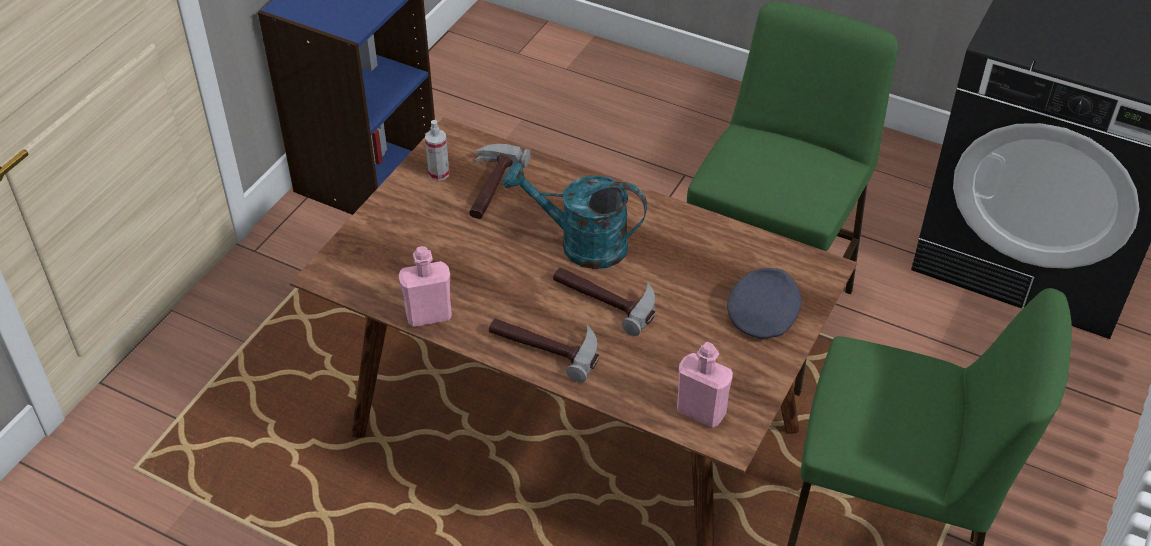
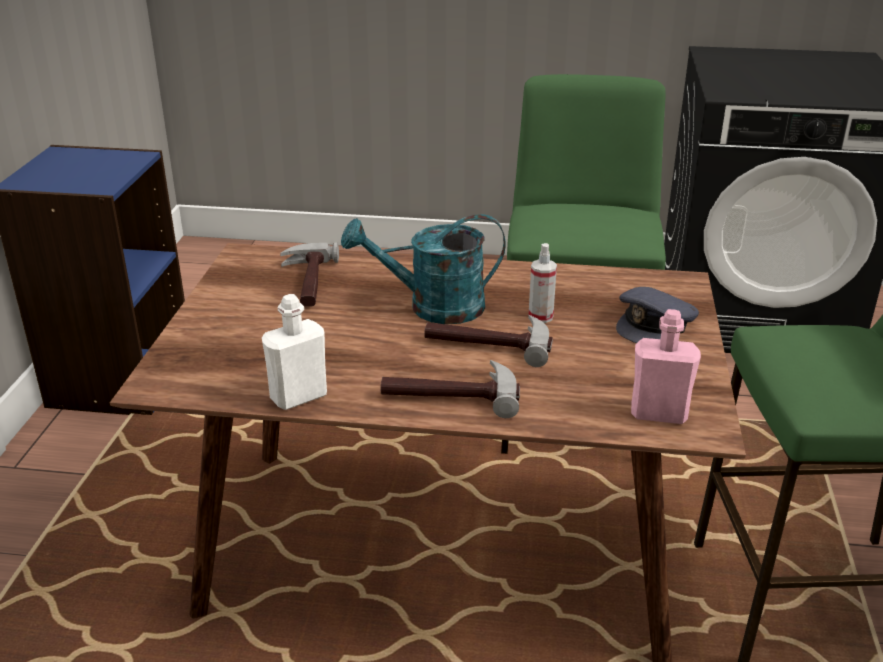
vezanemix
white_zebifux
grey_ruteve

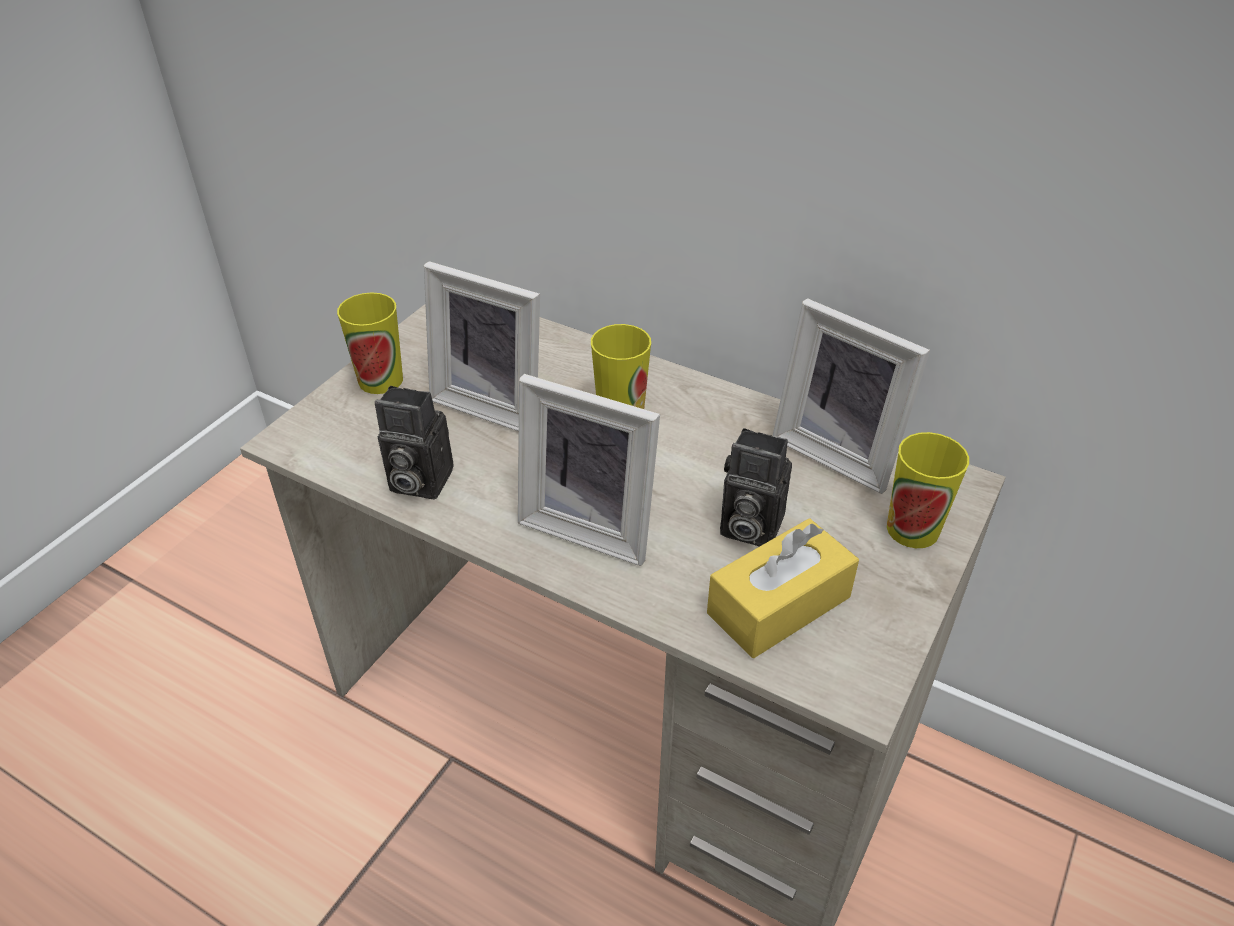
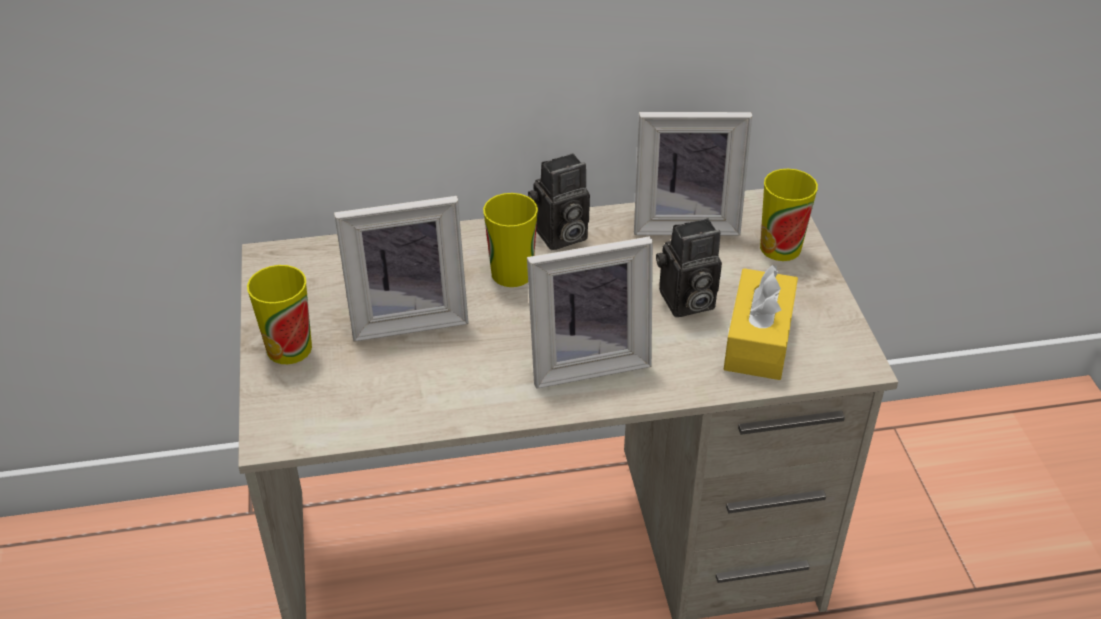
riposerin (no. 1 from left)

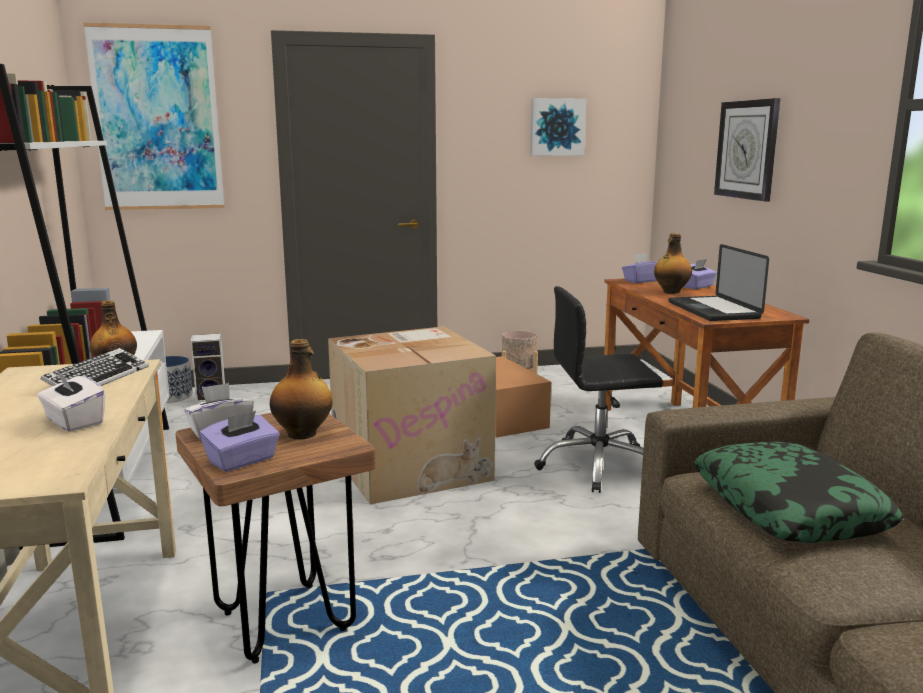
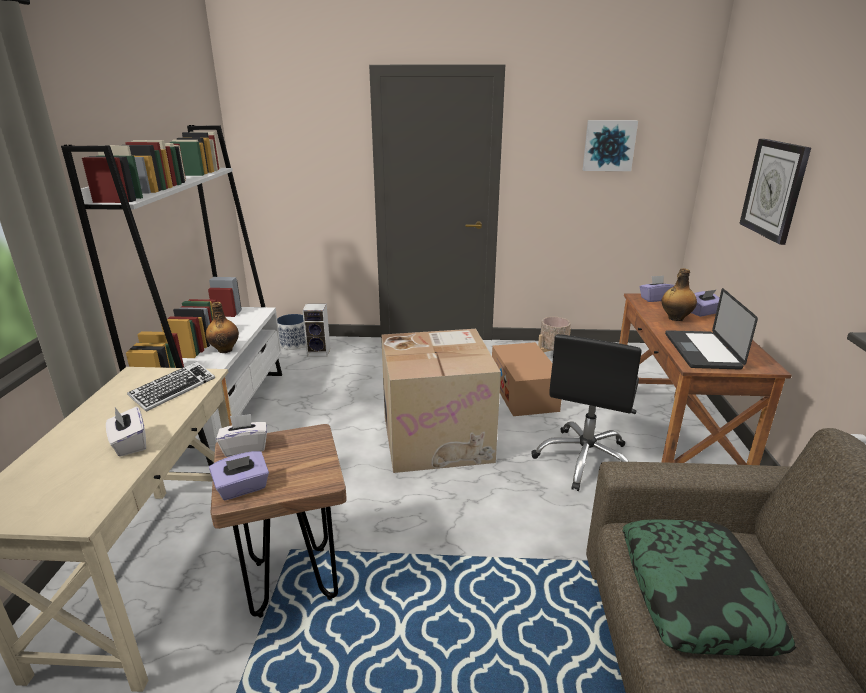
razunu (no. 1 from left in the first image)
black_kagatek
zebifux (no. 2 from left in the first image)

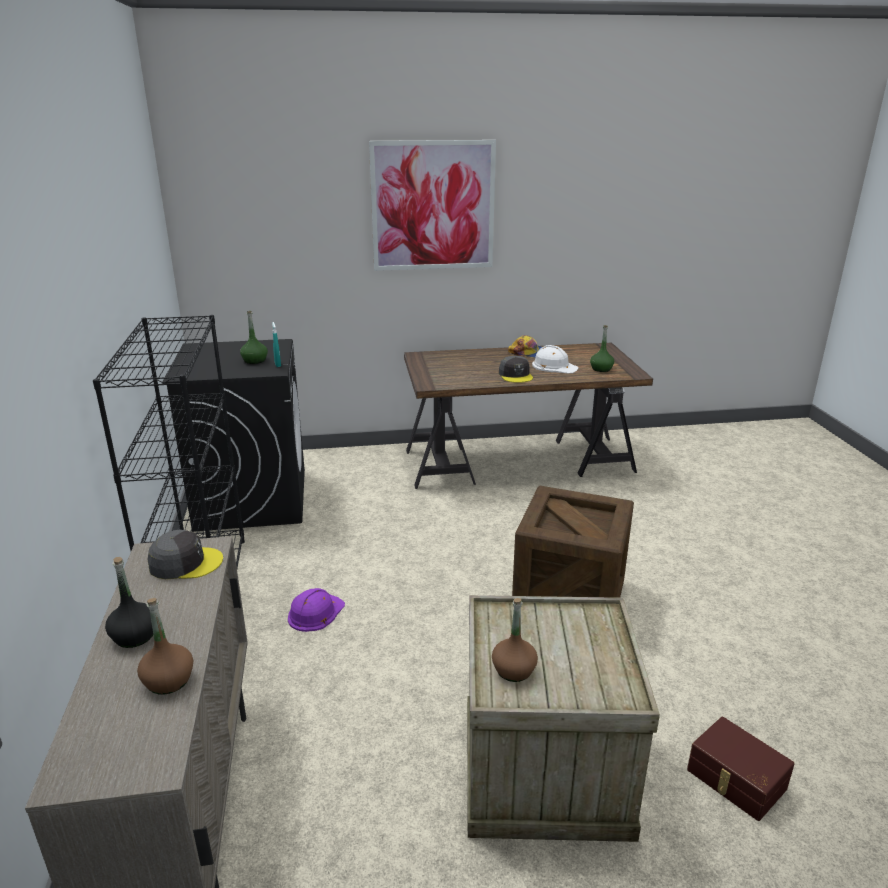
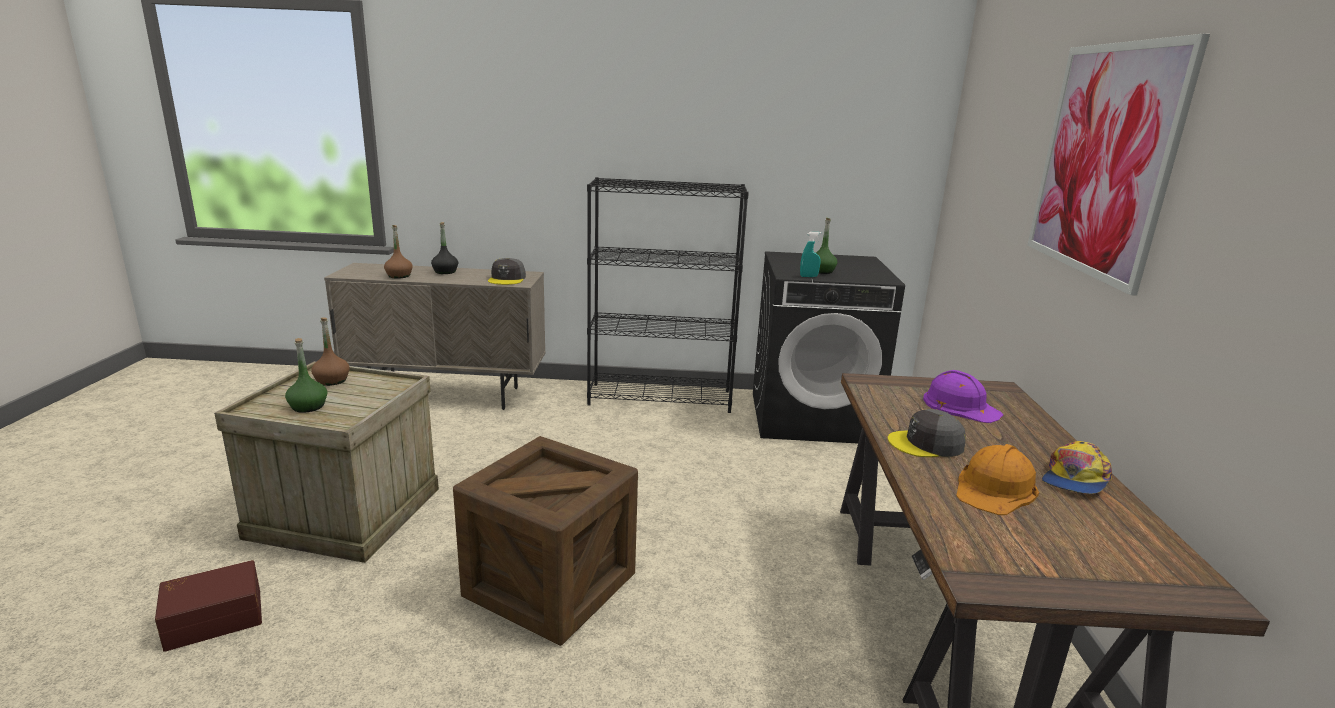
green_zebifux (no. 1 from left)
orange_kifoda
purple_kifoda

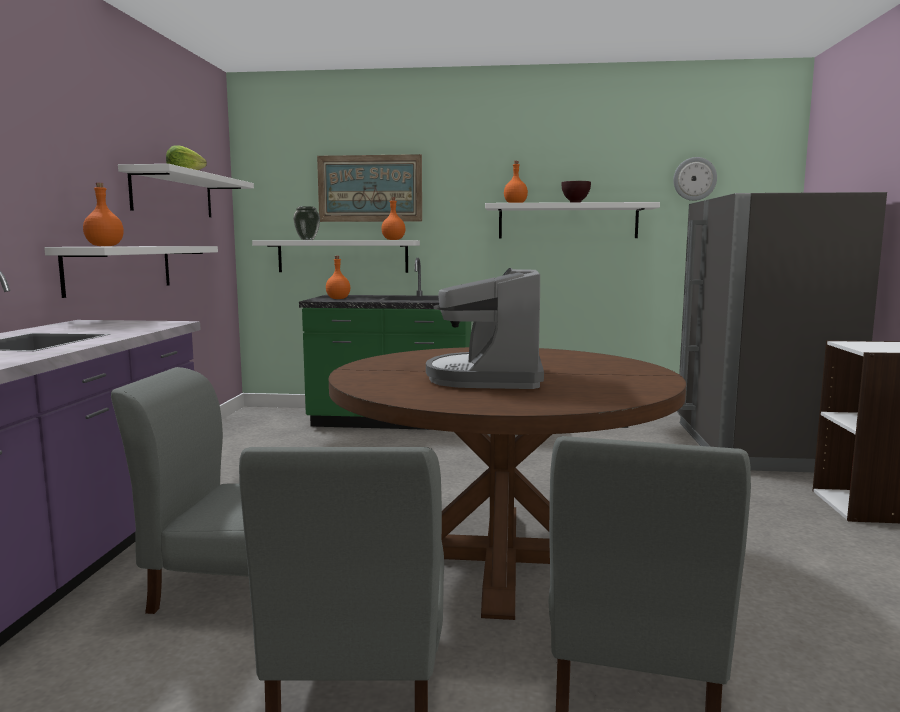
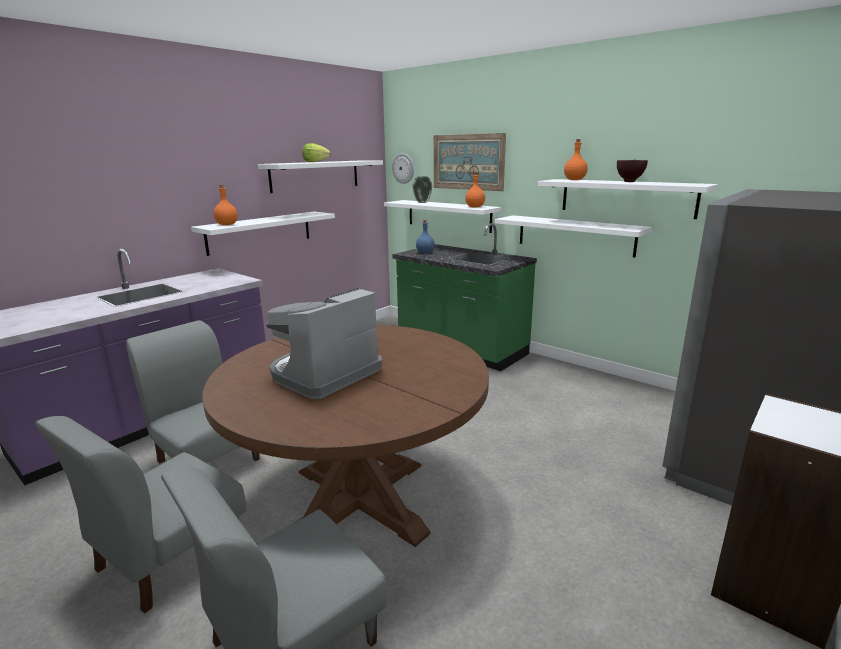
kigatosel
blue_zebifux
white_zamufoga (no. 4 from left)

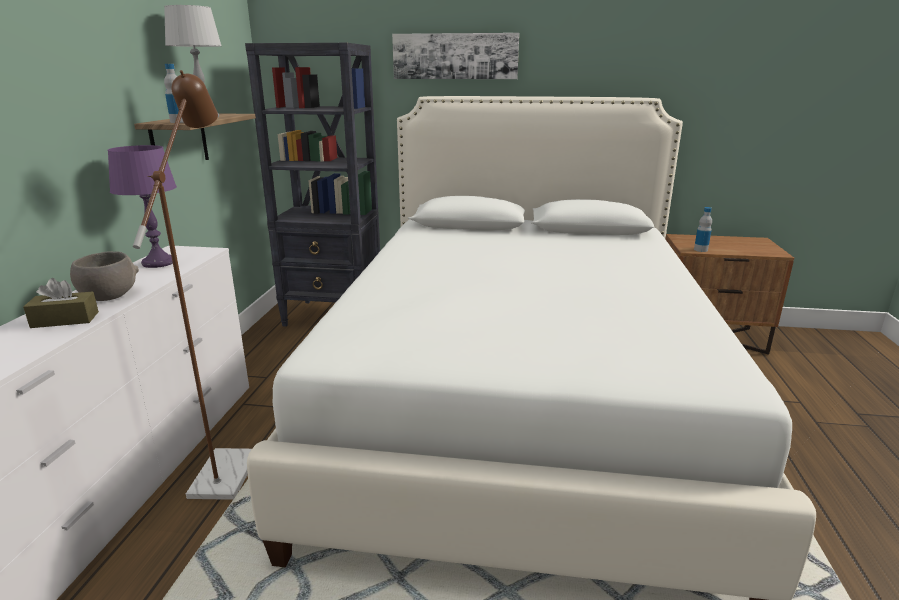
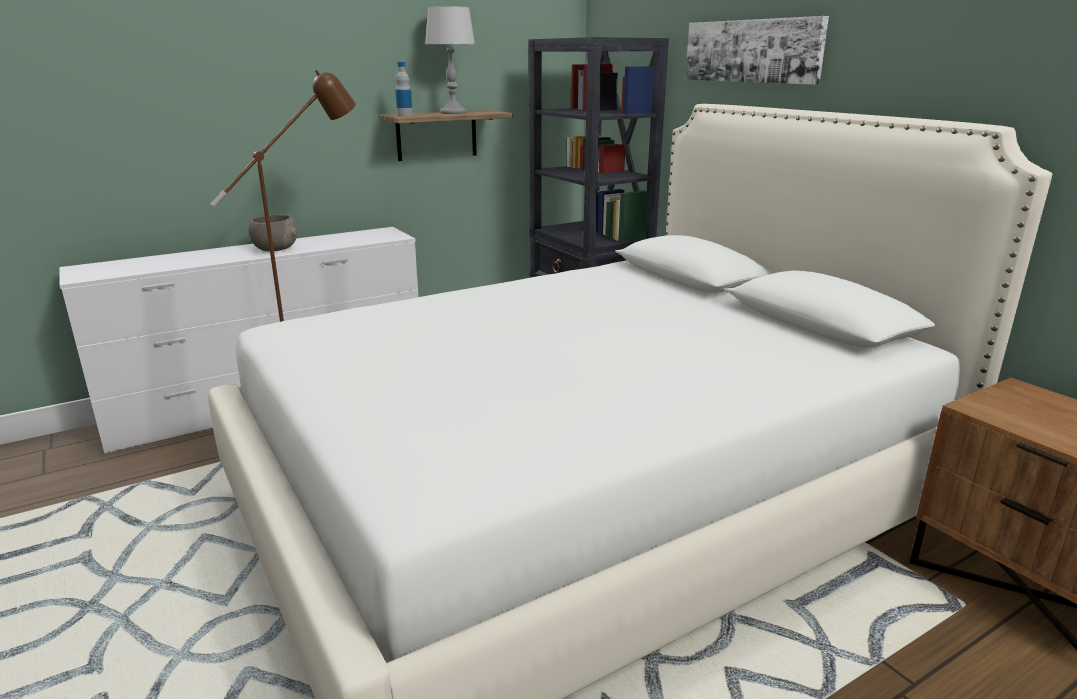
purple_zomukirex
zebifux (no. 2 from left in the first image)
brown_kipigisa

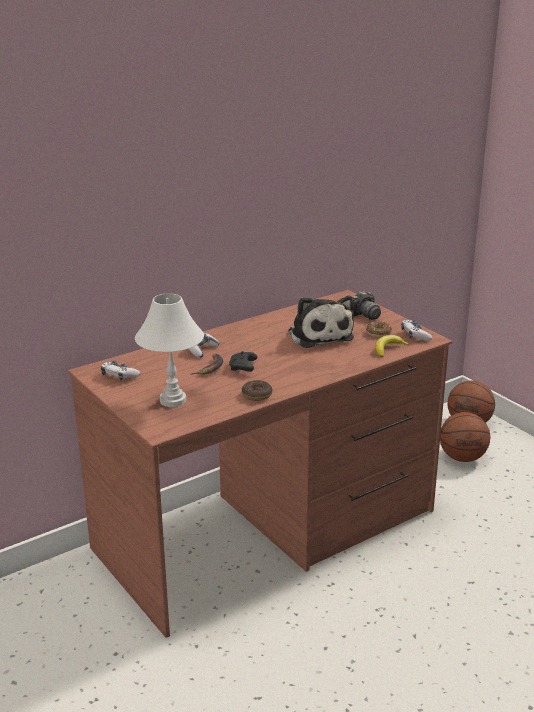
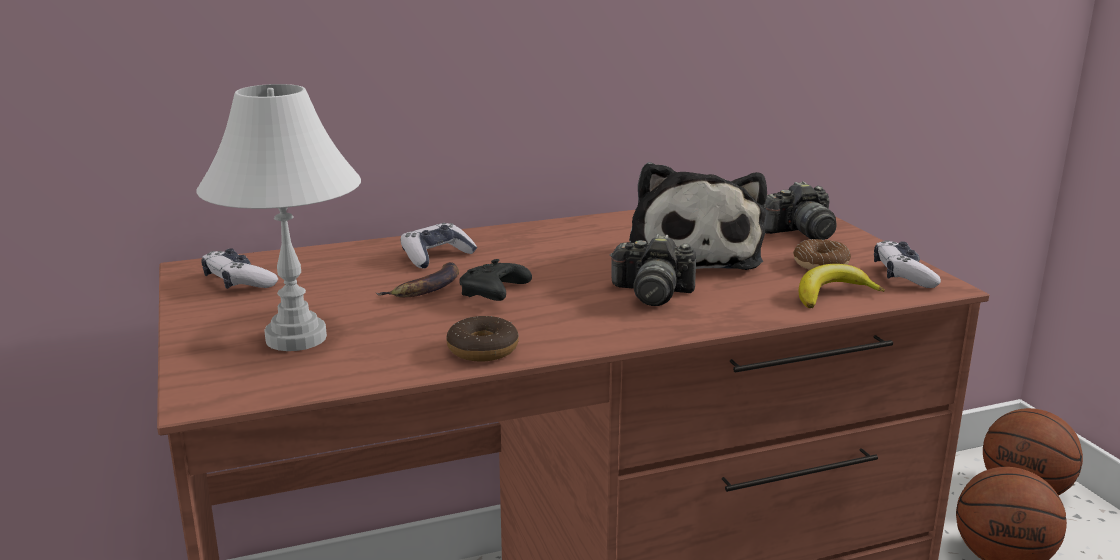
riposerin (no. 1 from left)

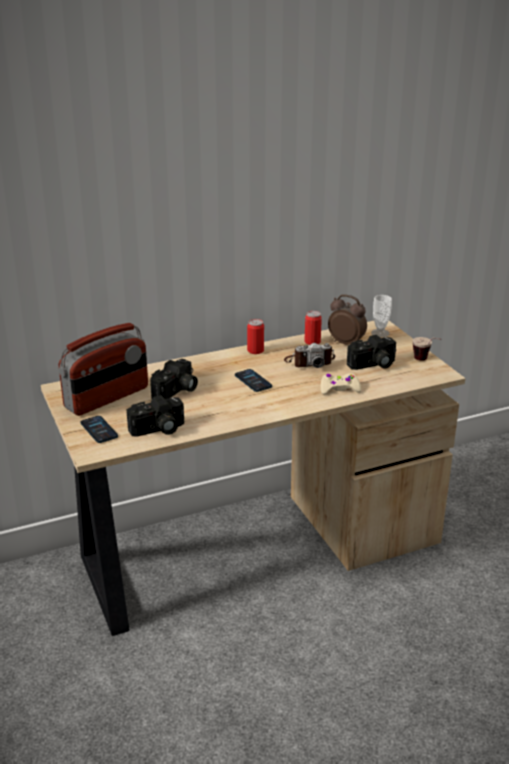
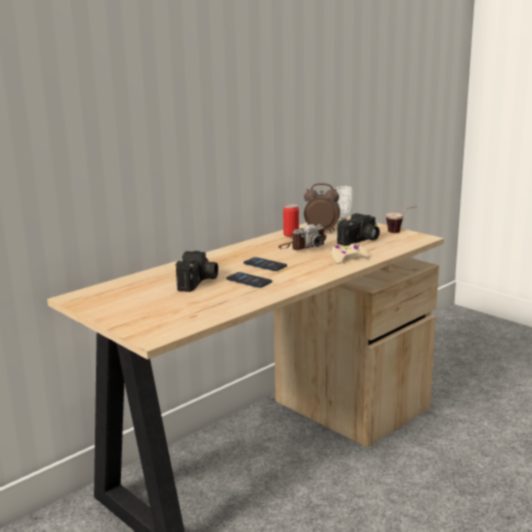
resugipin (no. 1 from left in the first image)
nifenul
riposerin (no. 1 from left in the first image)
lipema (no. 1 from left)

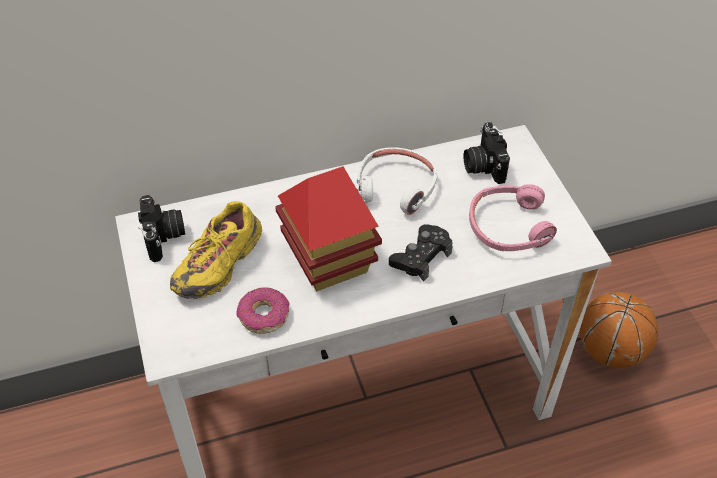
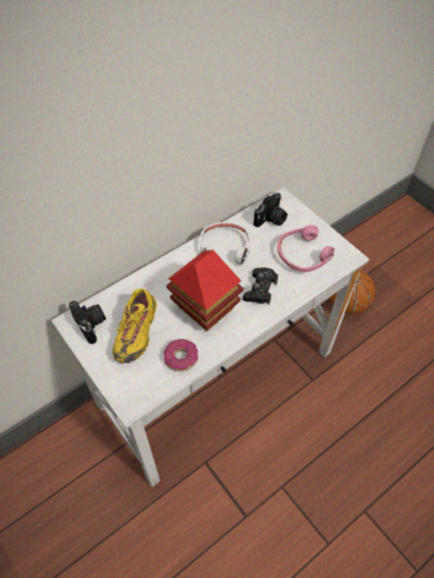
riposerin (no. 2 from left)

